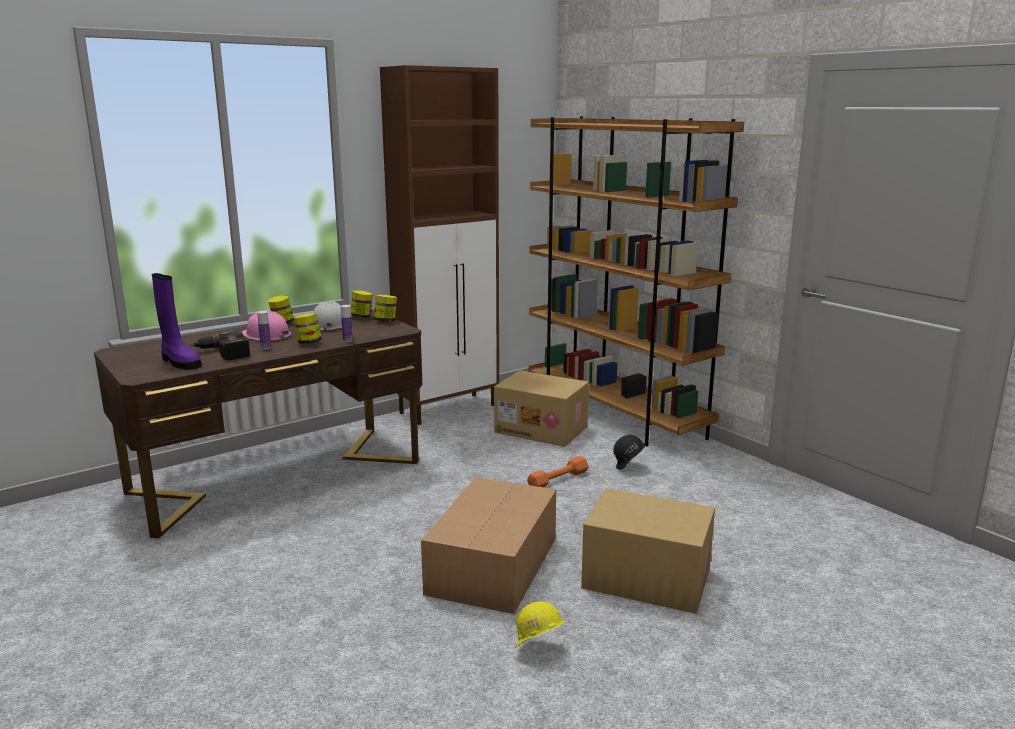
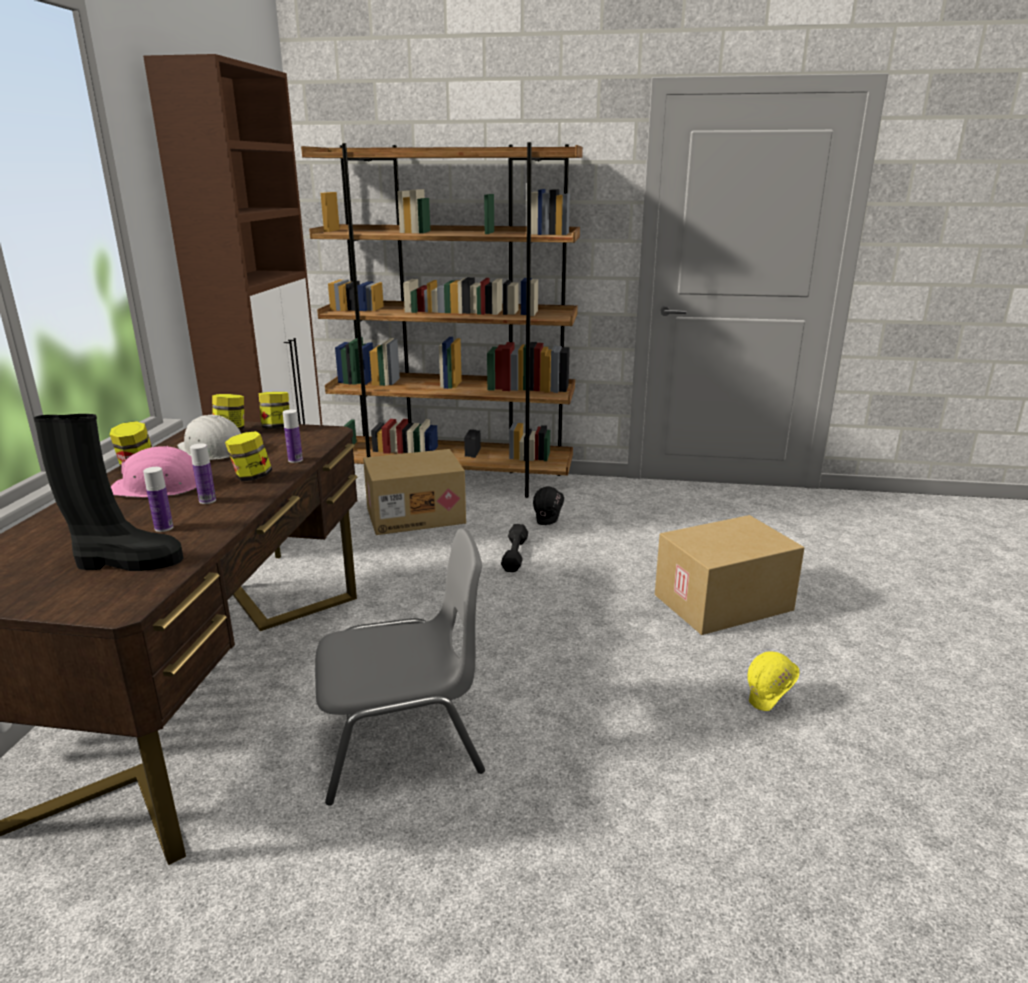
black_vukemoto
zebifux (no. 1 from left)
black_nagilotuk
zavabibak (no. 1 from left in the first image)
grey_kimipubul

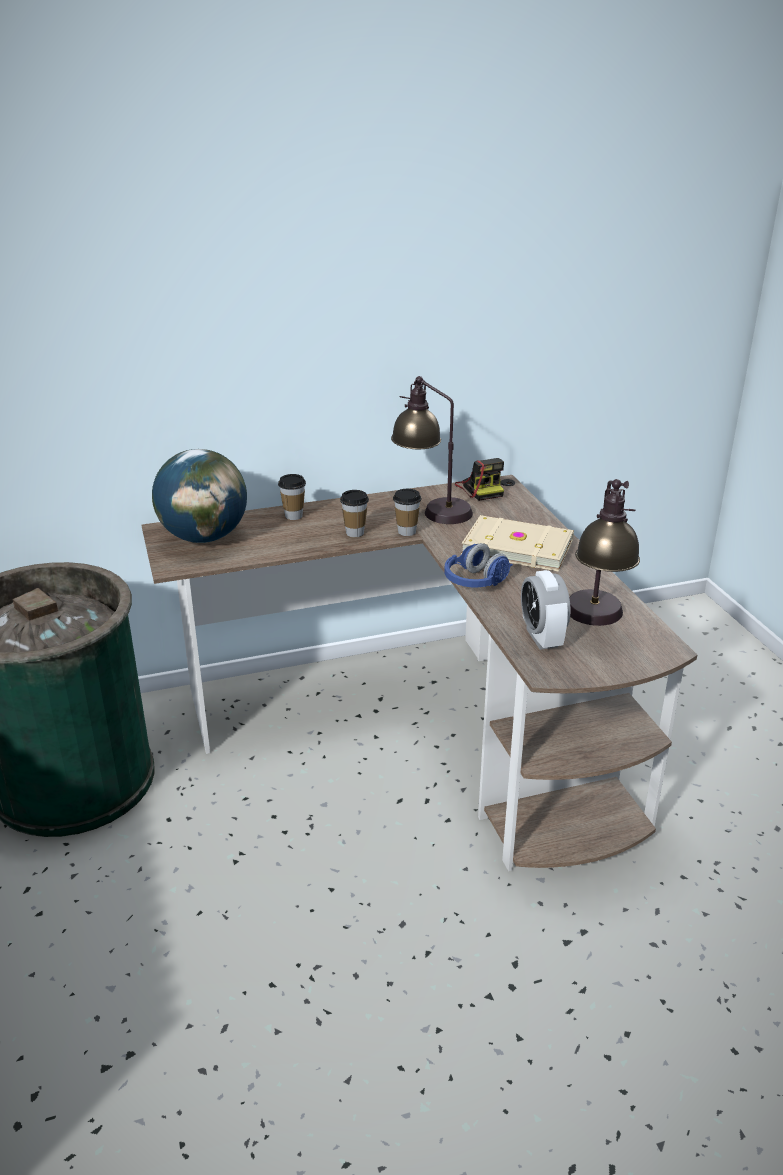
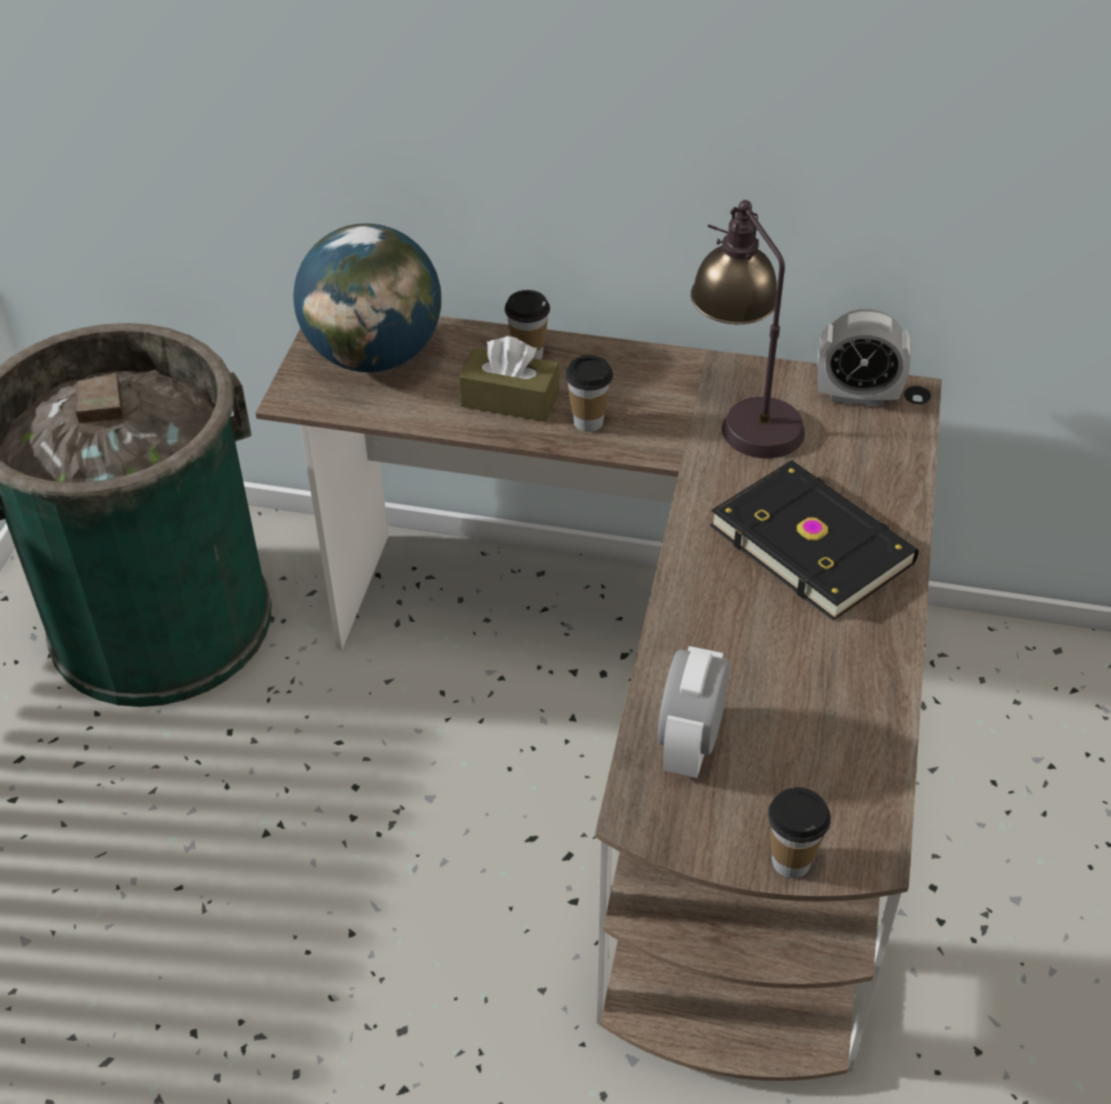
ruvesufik (no. 2 from left)
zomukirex (no. 2 from left in the first image)
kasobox (no. 3 from left)
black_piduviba
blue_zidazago
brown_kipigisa

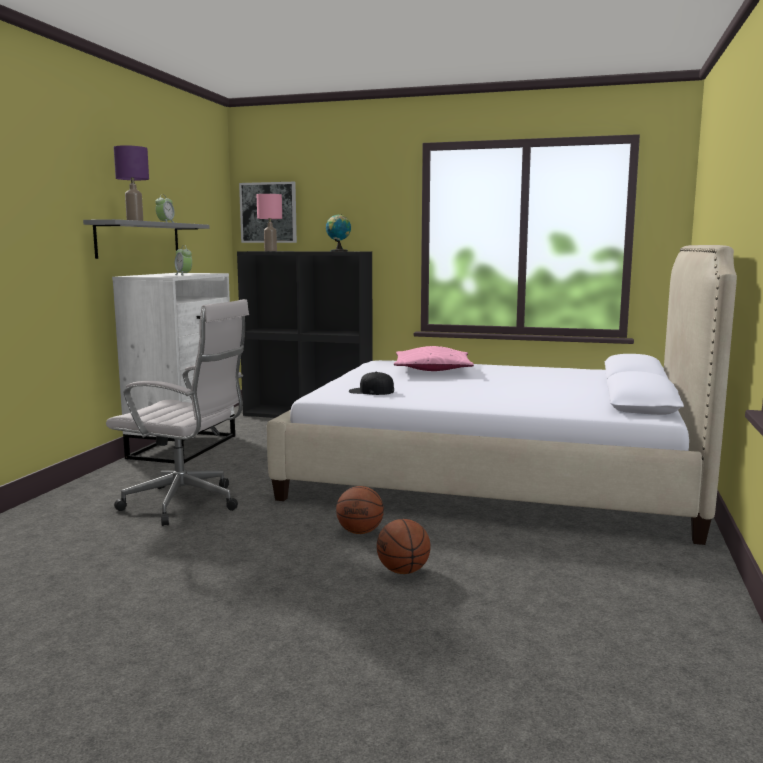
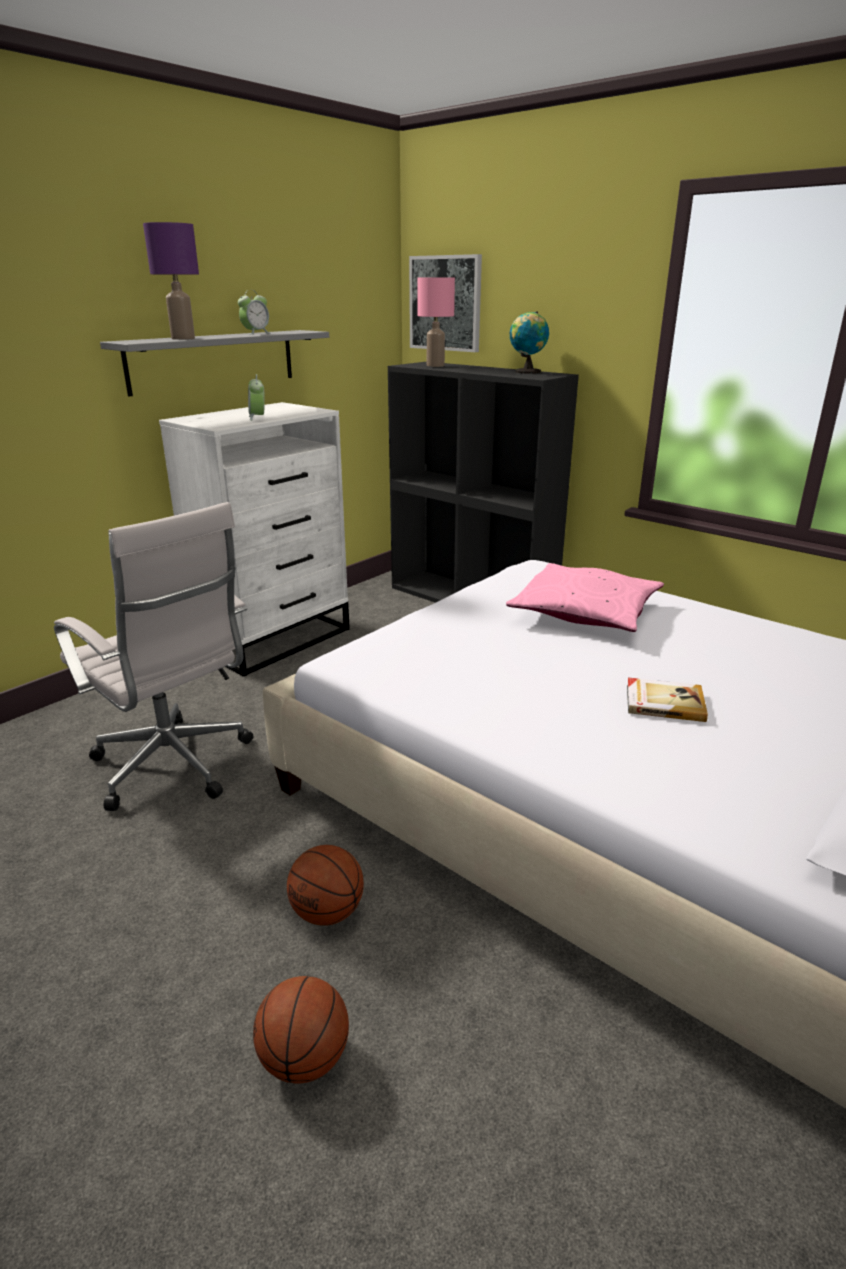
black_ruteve
piduviba

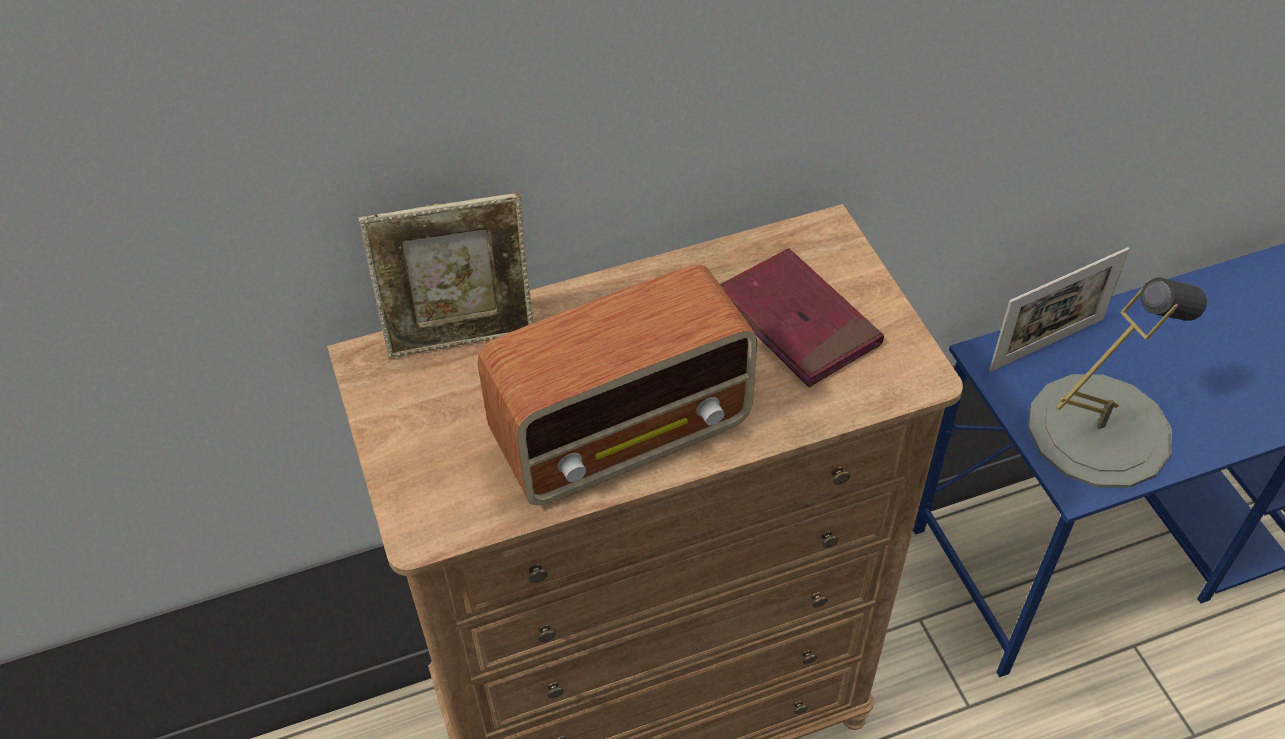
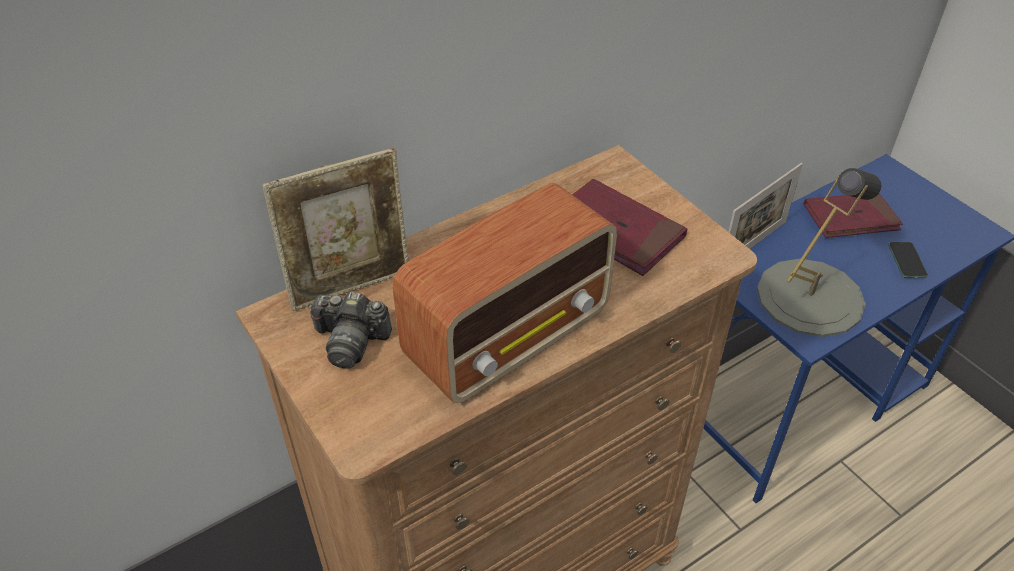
red_piduviba (no. 2 from left)
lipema
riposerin

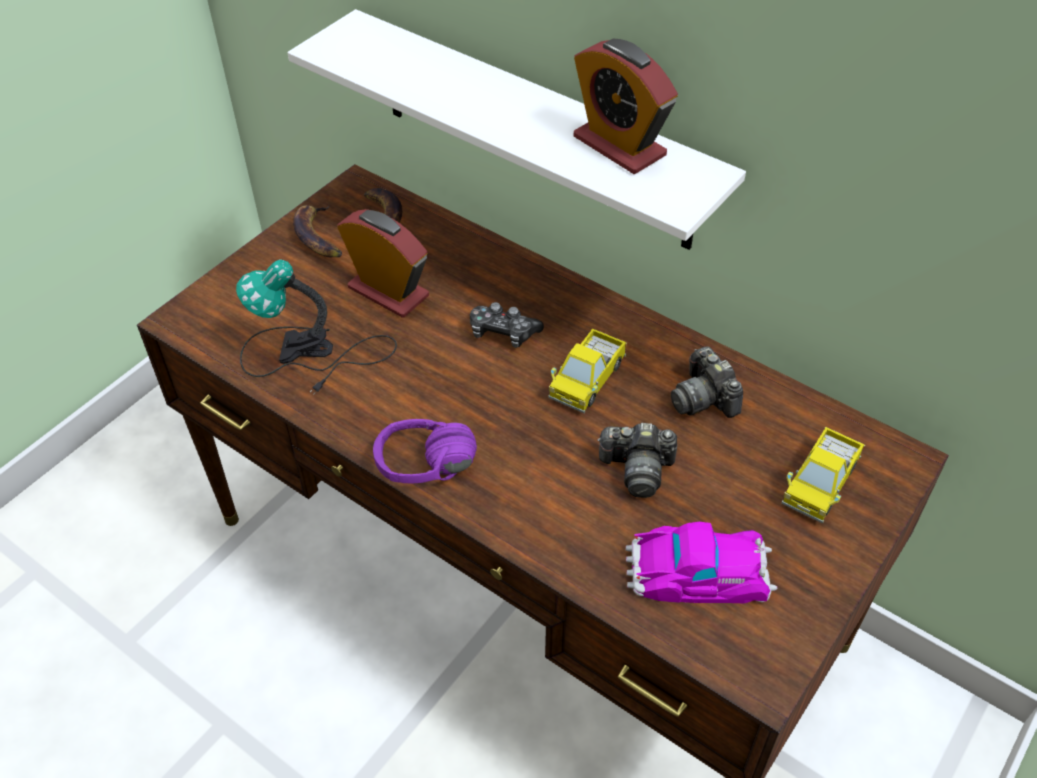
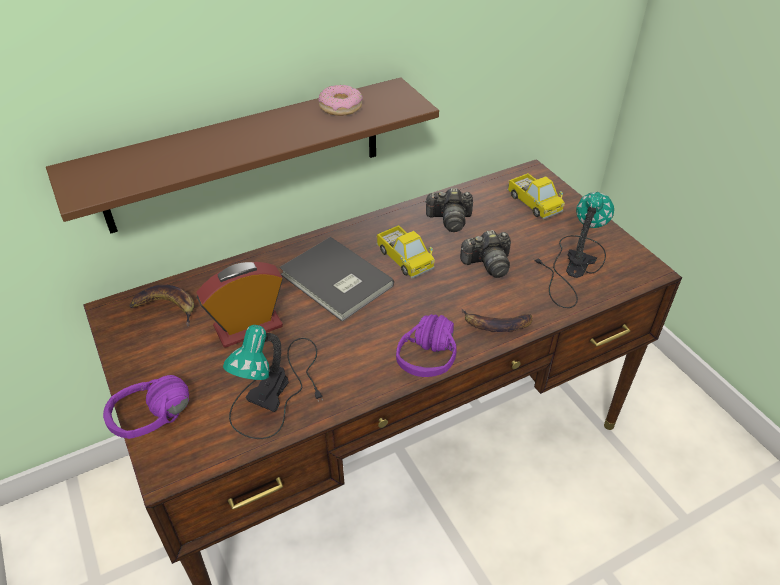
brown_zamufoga
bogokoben
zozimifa (no. 2 from left)
grey_piduviba
riposerin (no. 2 from left)
zomukirex (no. 2 from left)
purple_zidazago (no. 1 from left)

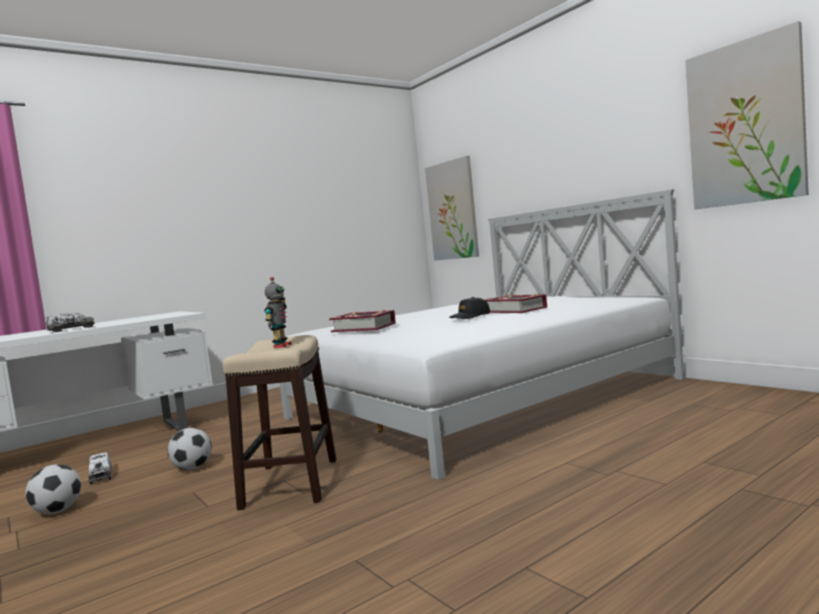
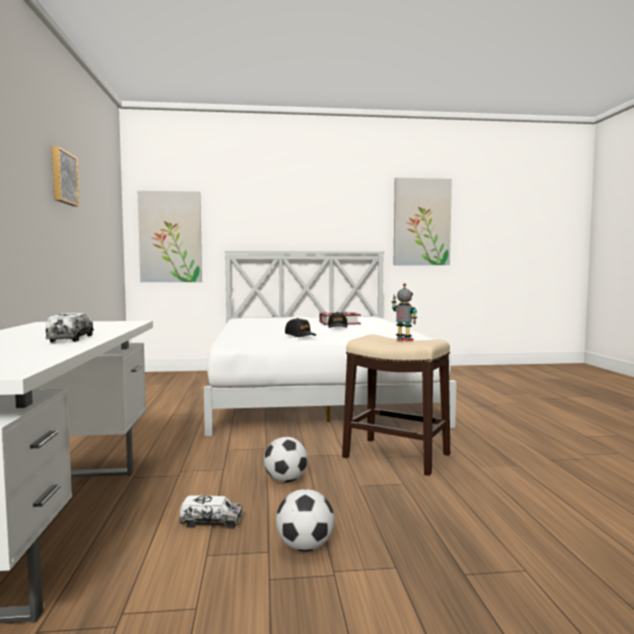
black_ruteve (no. 1 from left)
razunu (no. 1 from left)

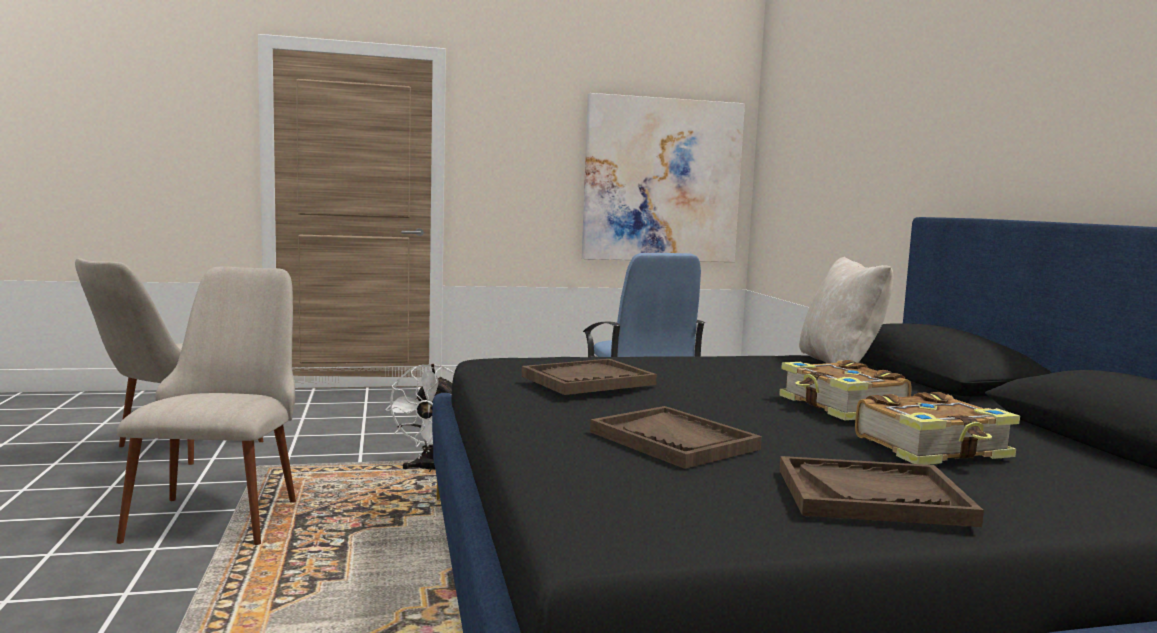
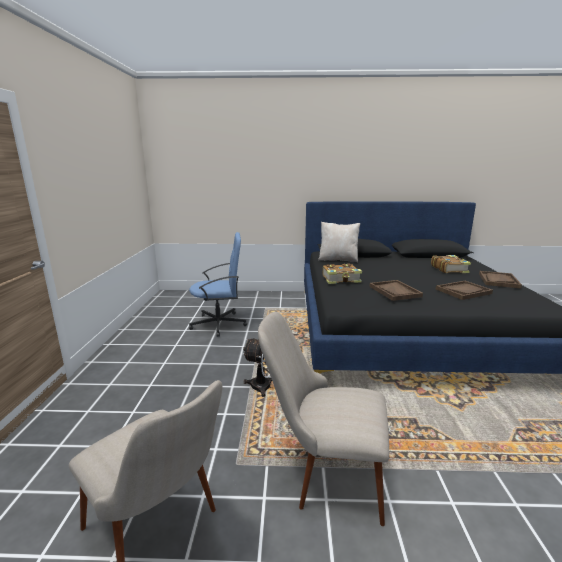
razunu
piduviba (no. 1 from left)

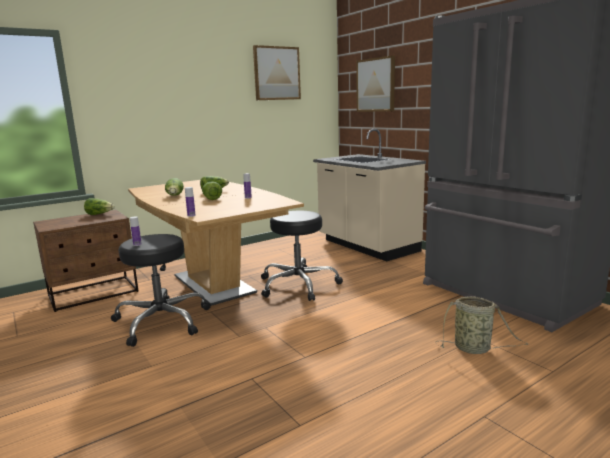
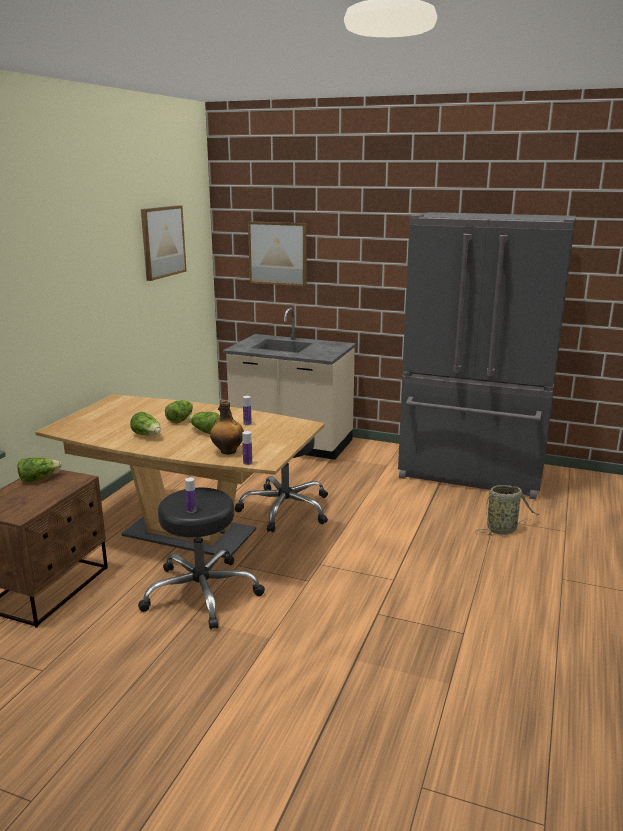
zebifux (no. 2 from left)

